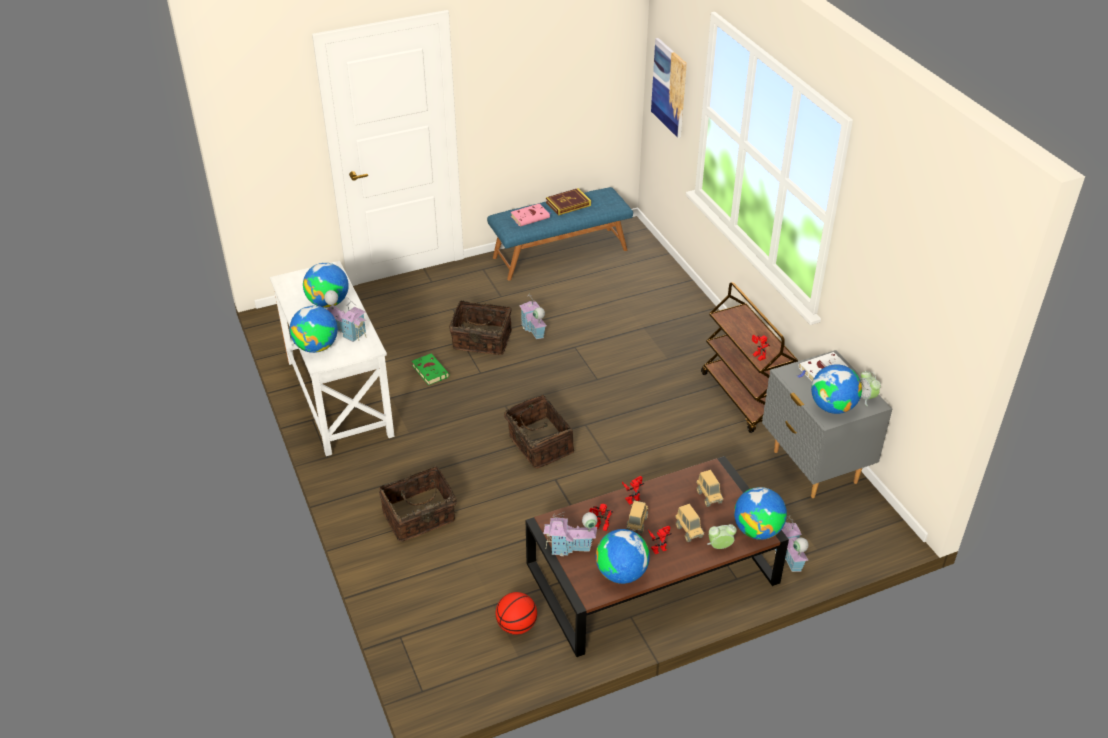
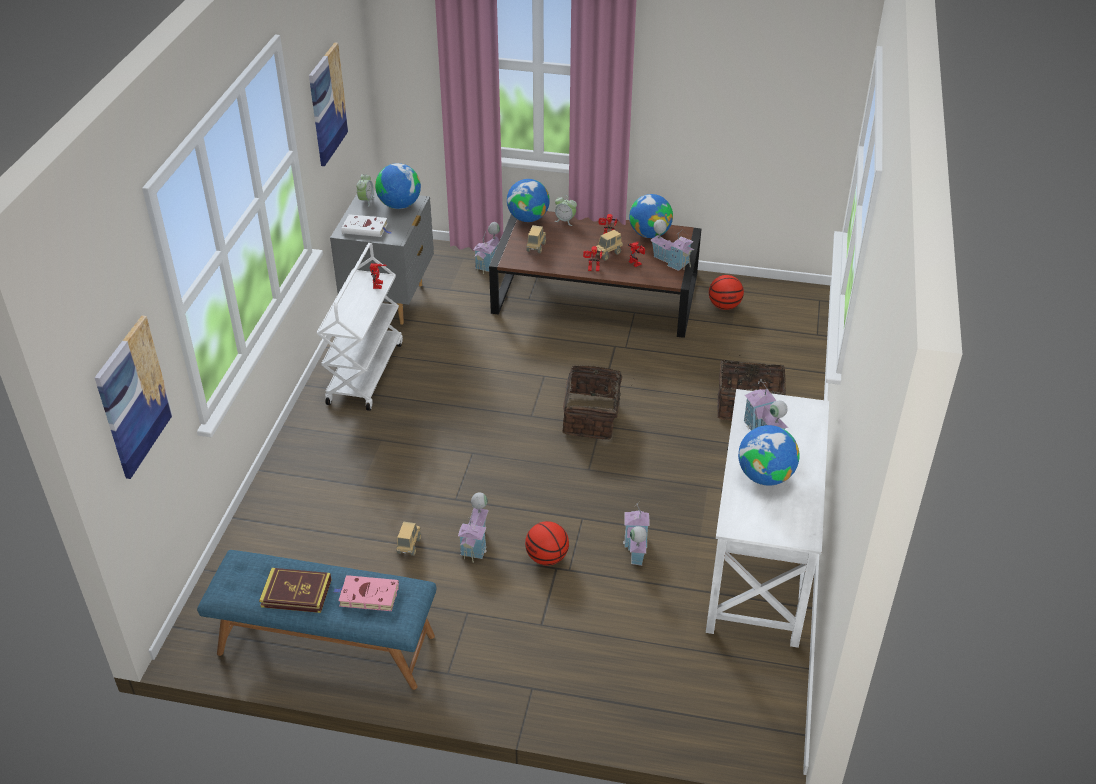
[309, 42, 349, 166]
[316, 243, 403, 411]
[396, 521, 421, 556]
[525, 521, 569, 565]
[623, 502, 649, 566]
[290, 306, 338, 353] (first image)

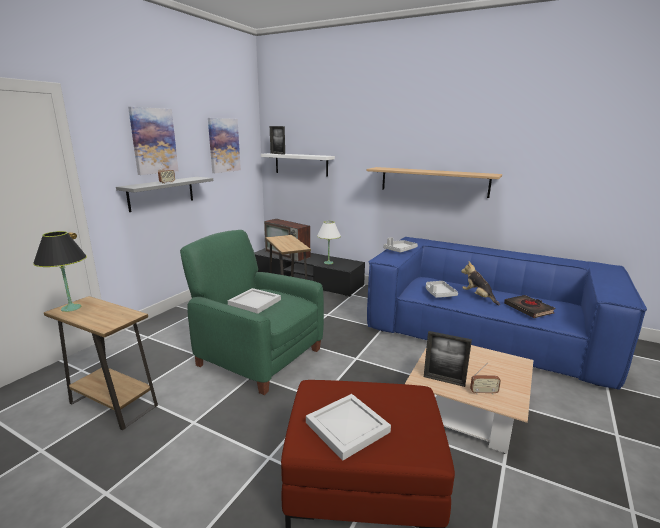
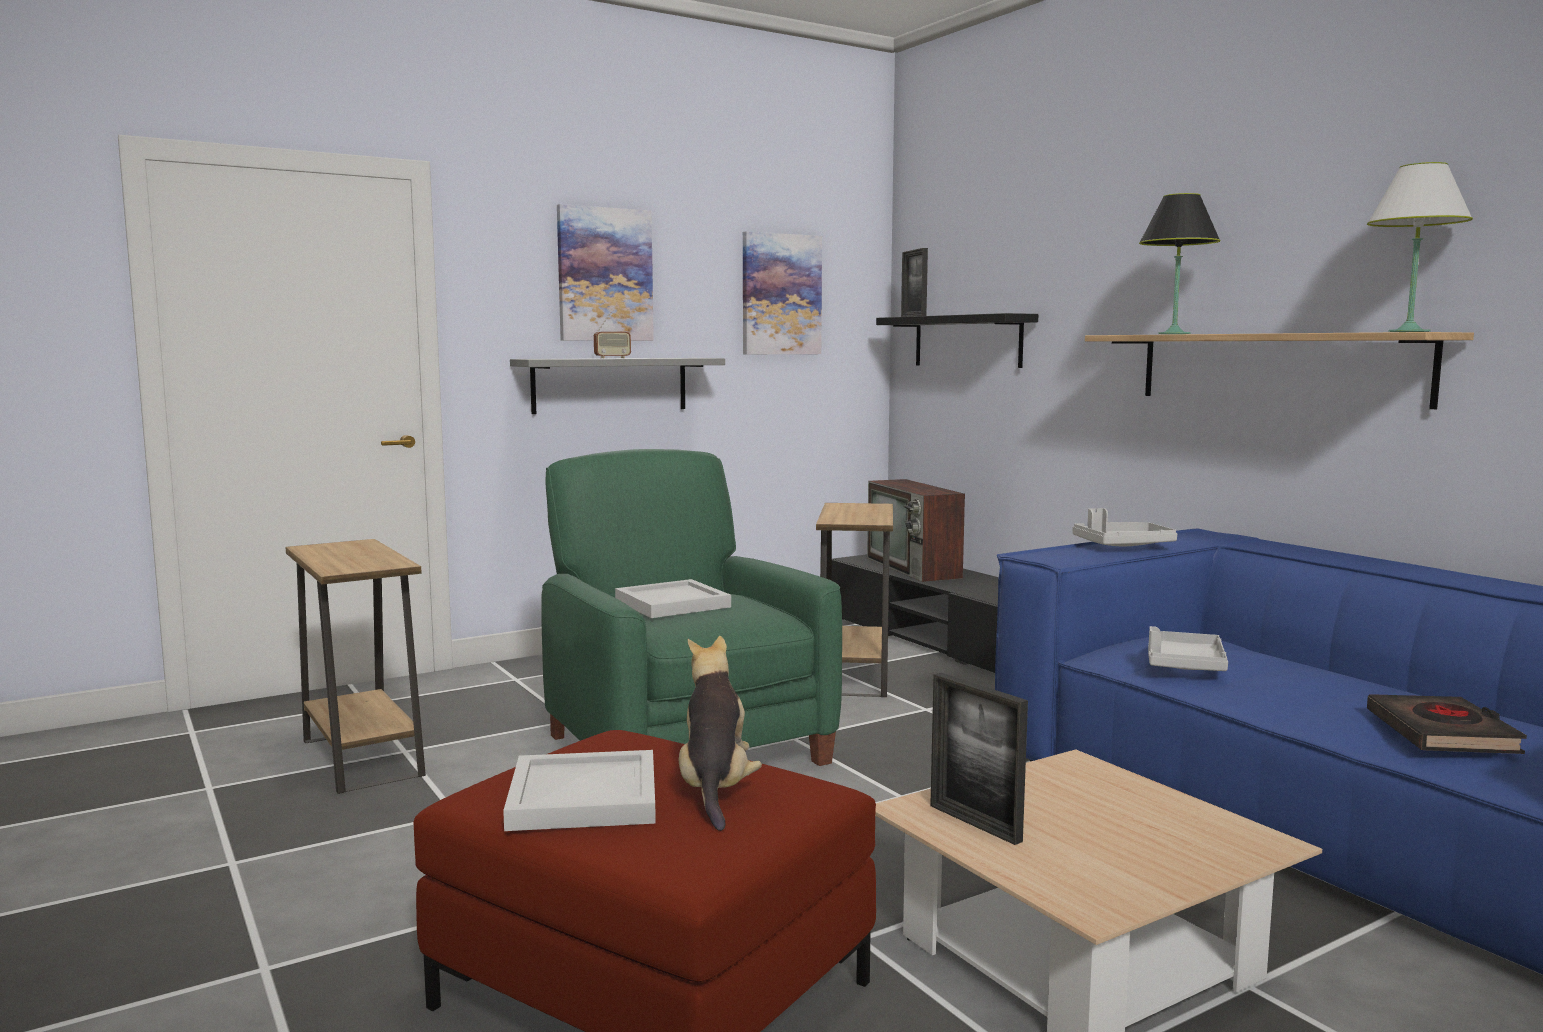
[679, 636, 762, 831]
[876, 313, 1038, 368]
[1139, 193, 1221, 334]
[1367, 162, 1473, 332]
[470, 363, 501, 395] (first image)

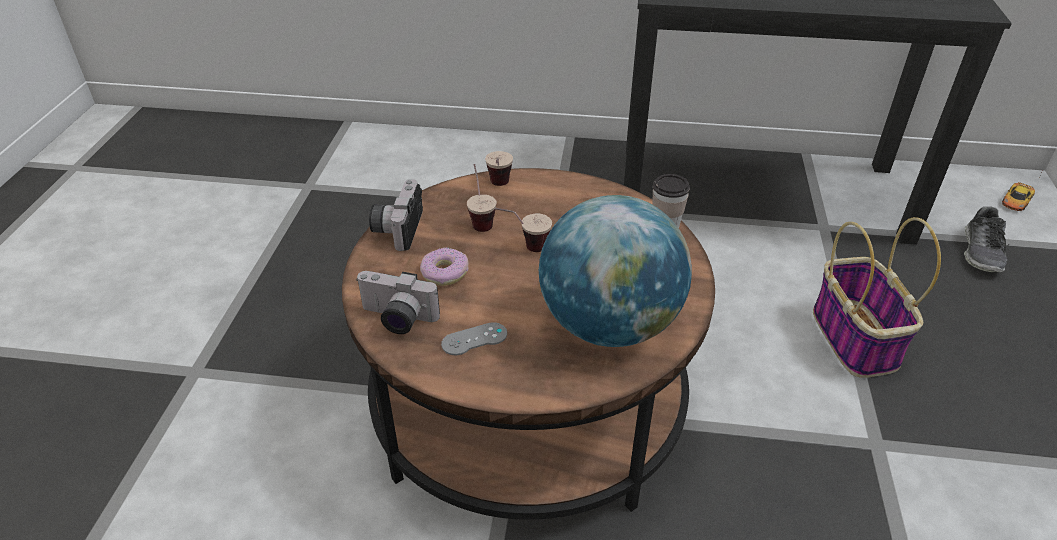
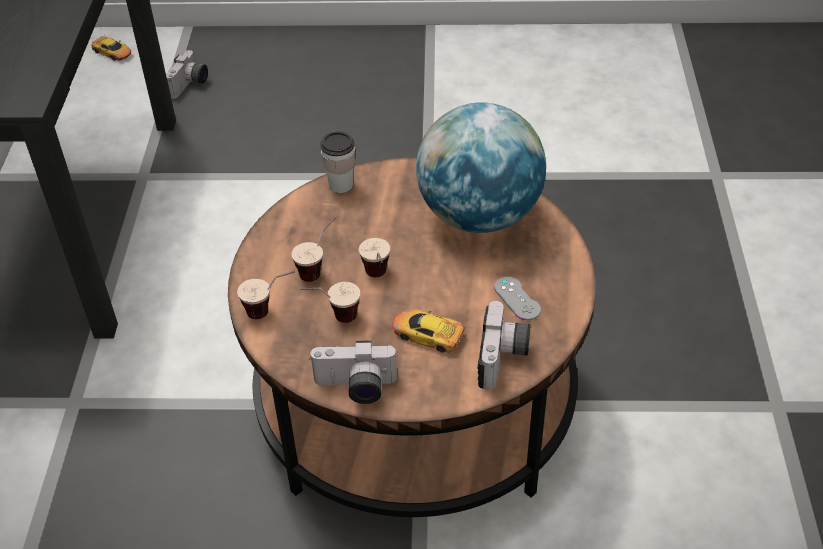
[166, 50, 208, 99]
[291, 216, 337, 282]
[393, 309, 465, 353]
[813, 217, 941, 378] (first image)

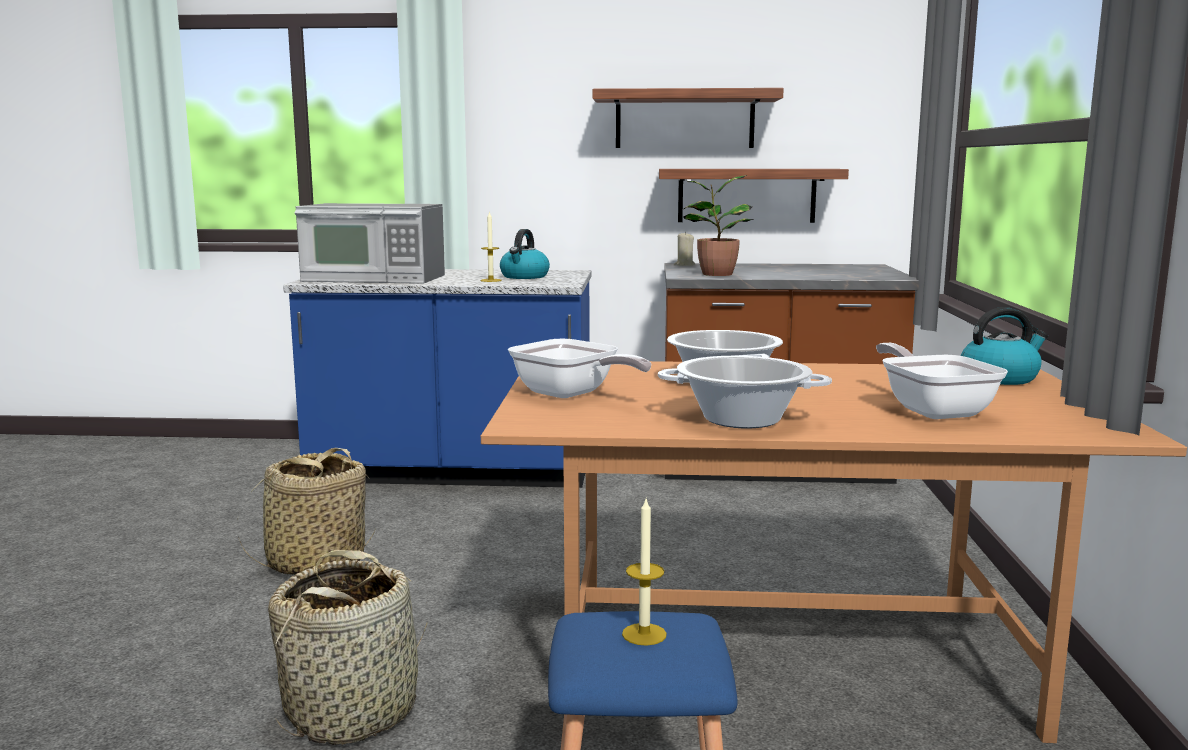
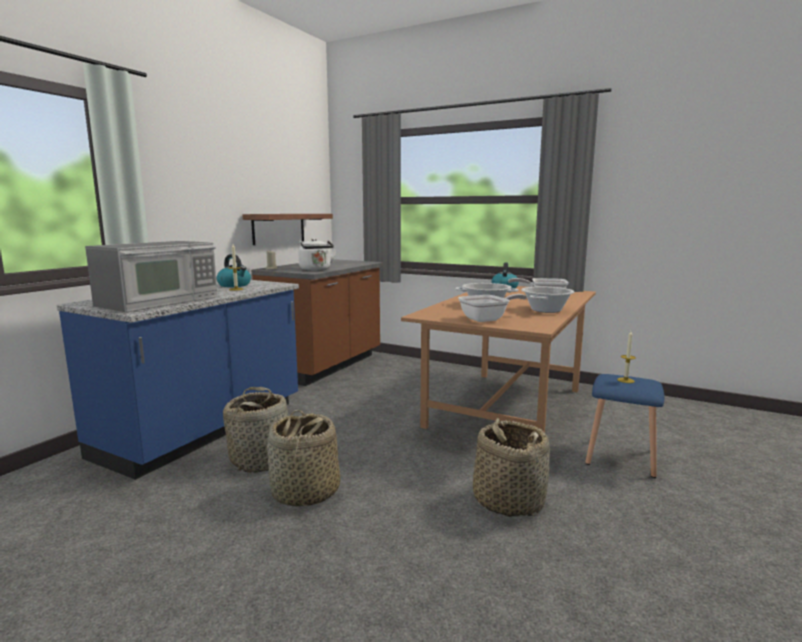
[223, 387, 288, 473]
[298, 239, 336, 271]
[592, 88, 784, 148] (first image)

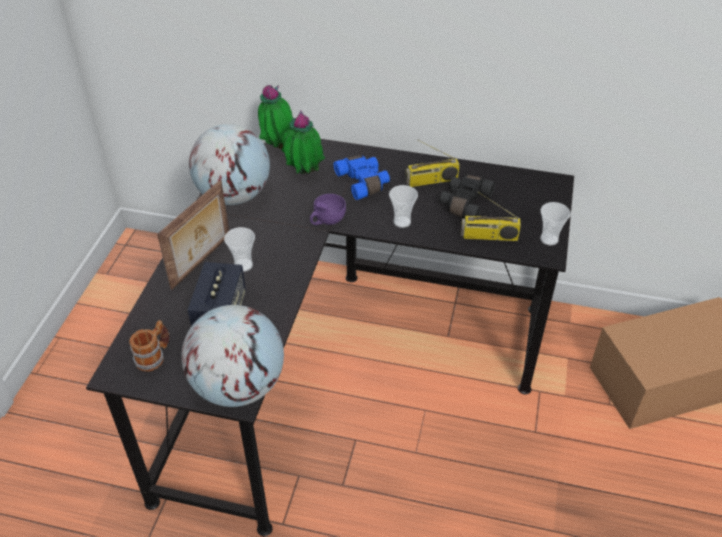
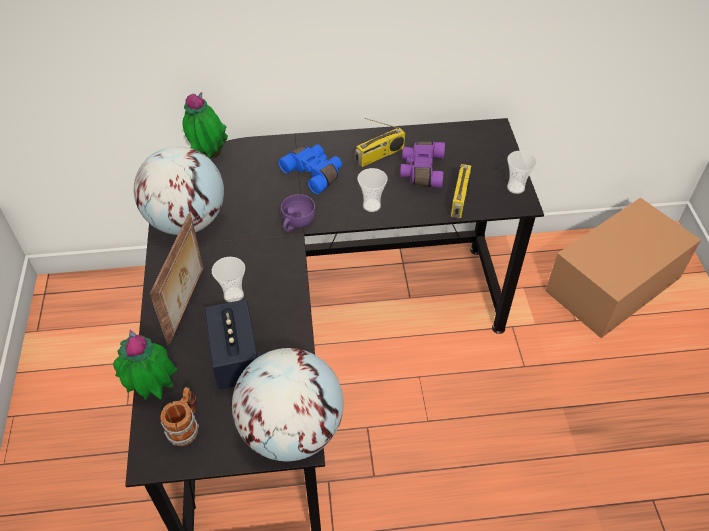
[113, 330, 178, 400]
[400, 141, 445, 188]
[451, 164, 471, 219]

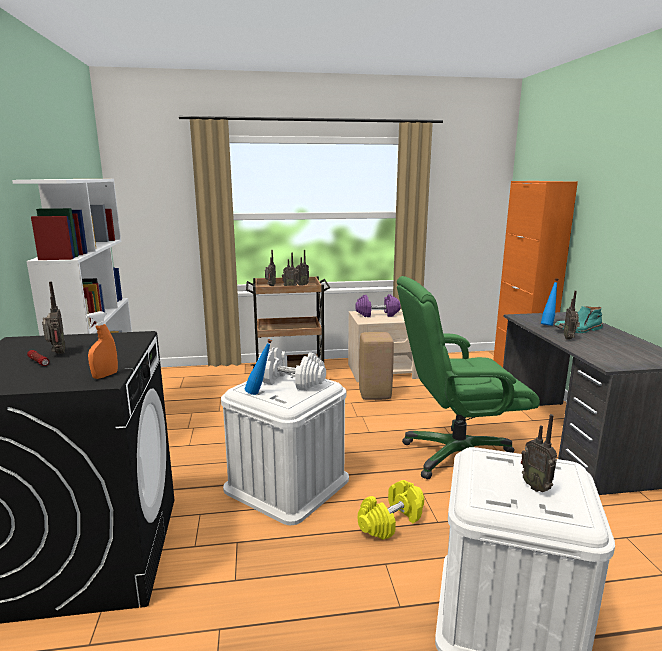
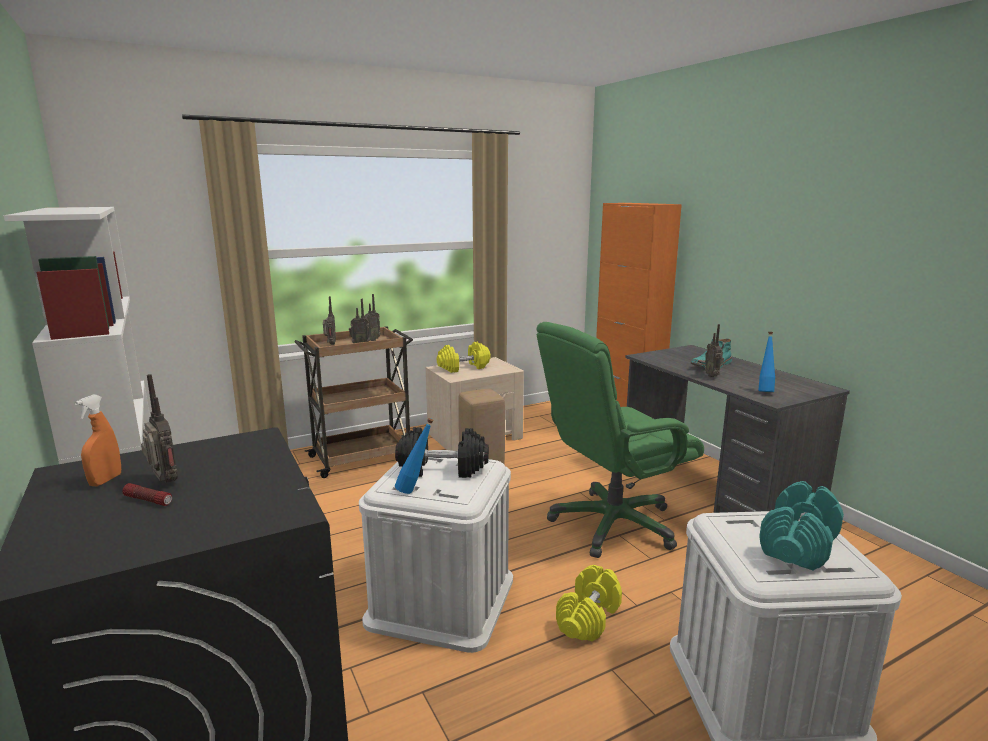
[75, 394, 121, 486]
[395, 427, 489, 478]
[437, 342, 491, 373]
[758, 332, 775, 392]
[759, 481, 844, 571]

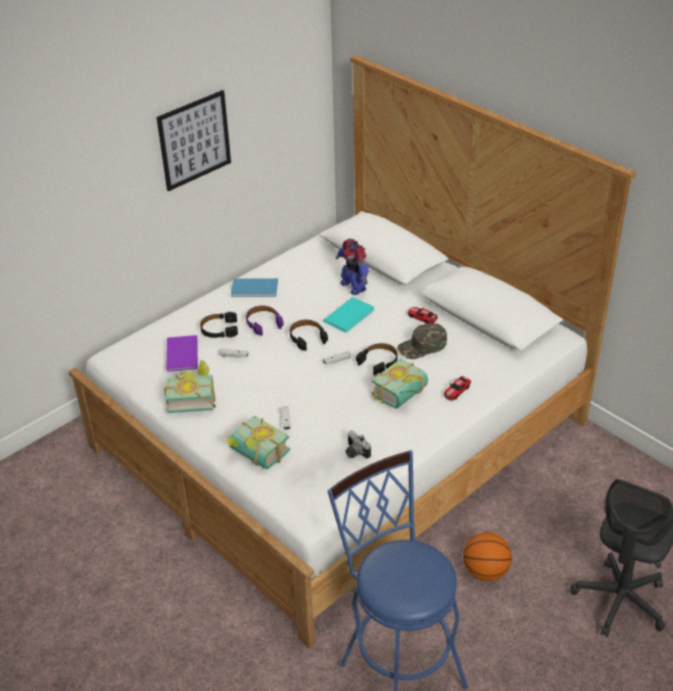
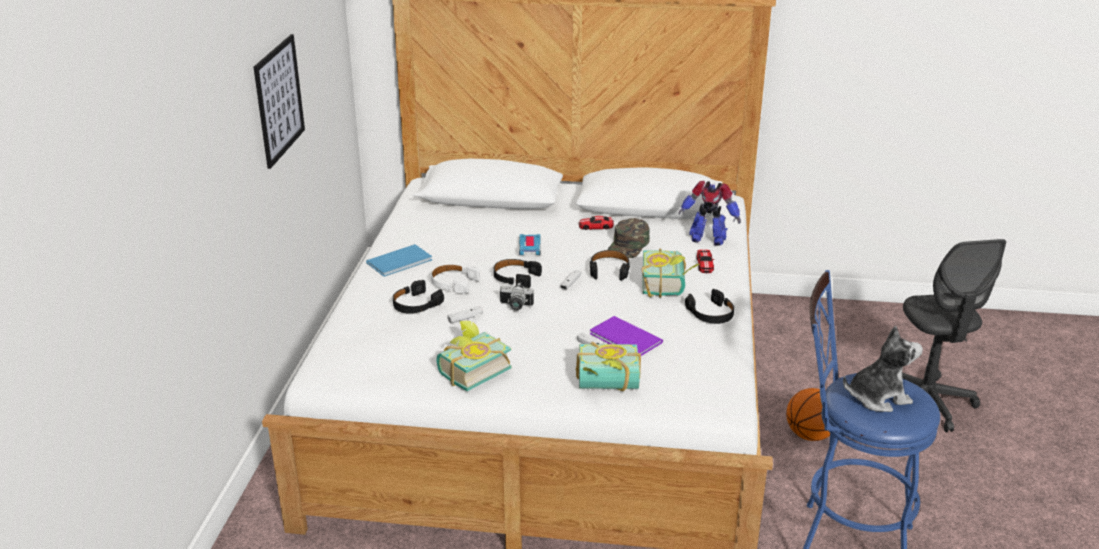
[431, 264, 480, 294]
[500, 282, 534, 311]
[519, 234, 541, 255]
[590, 316, 663, 356]
[678, 181, 741, 246]
[685, 289, 734, 324]
[843, 326, 923, 412]

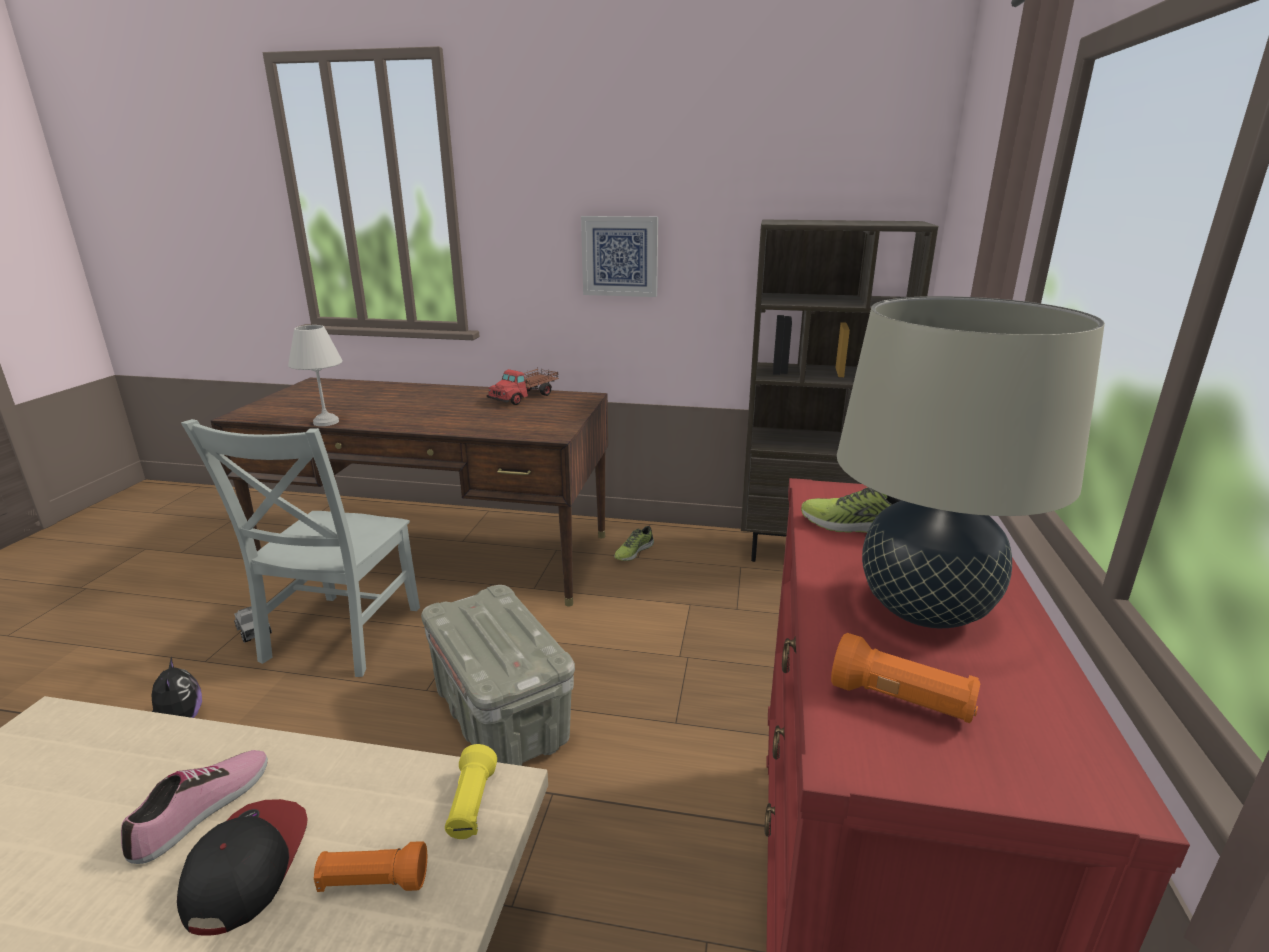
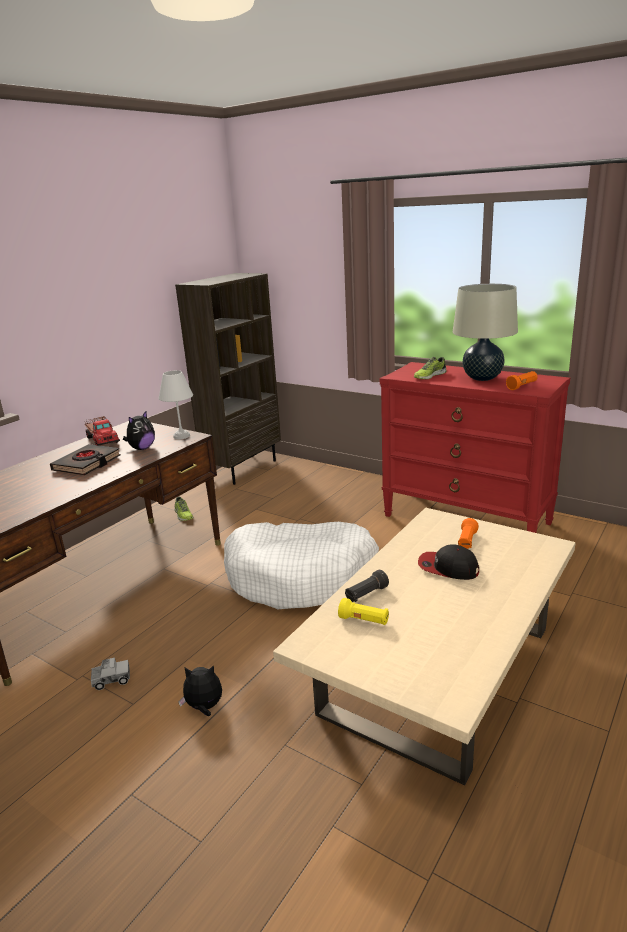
[50, 444, 121, 475]
[123, 411, 155, 450]
[158, 370, 193, 439]
[224, 522, 379, 609]
[338, 598, 389, 625]
[345, 570, 389, 602]
[121, 750, 268, 864] (first image)
[181, 419, 420, 677] (first image)
[581, 216, 658, 297] (first image)

